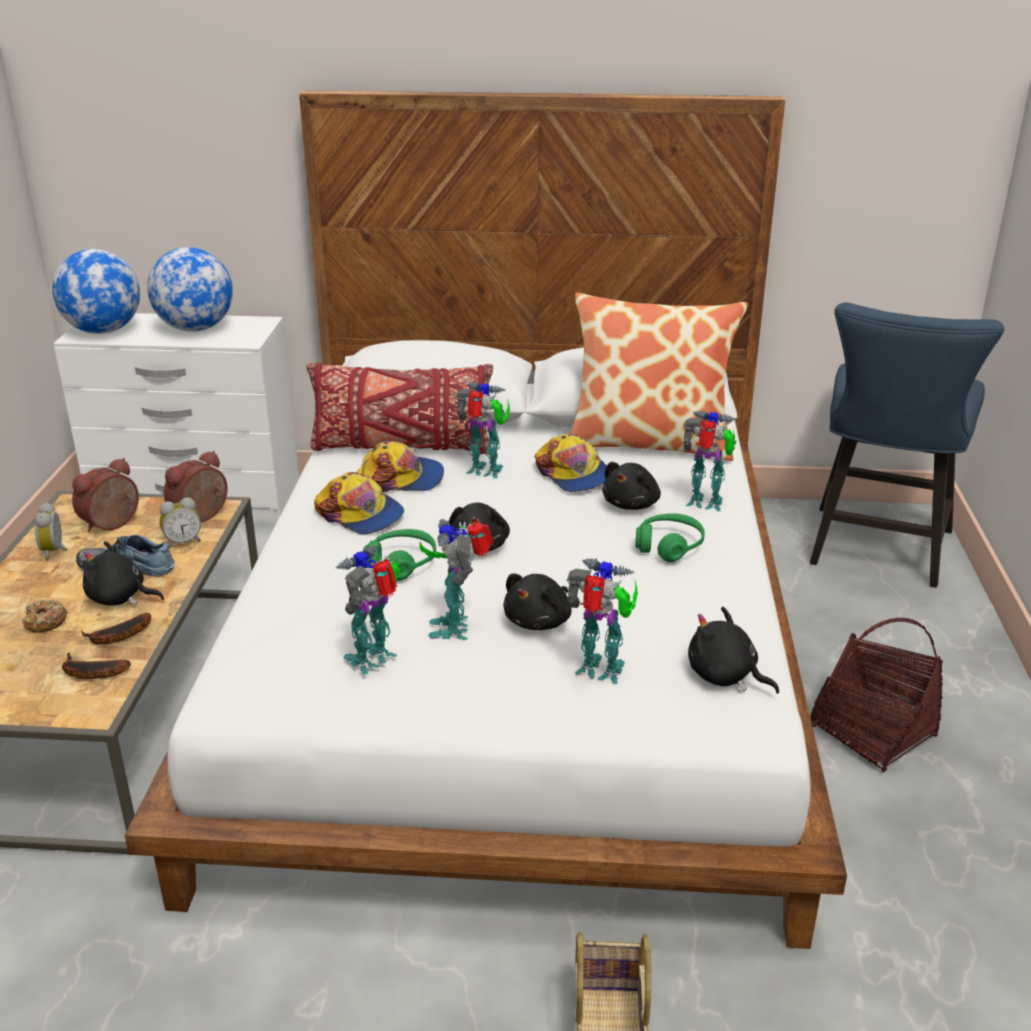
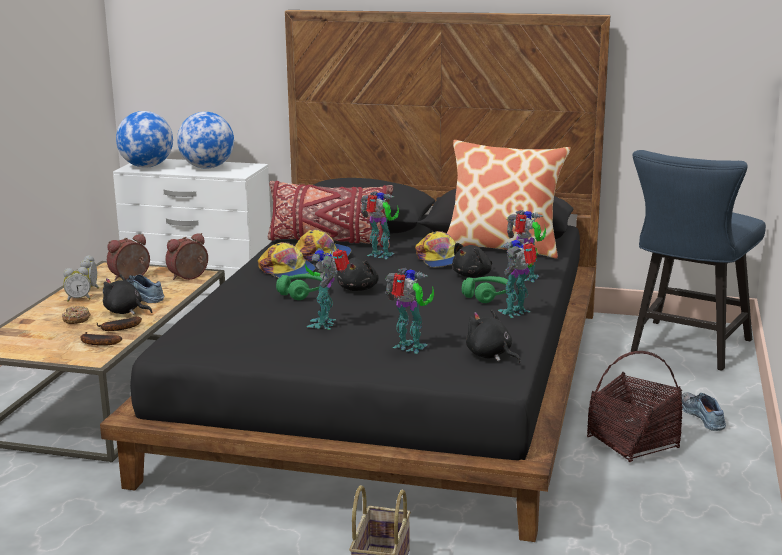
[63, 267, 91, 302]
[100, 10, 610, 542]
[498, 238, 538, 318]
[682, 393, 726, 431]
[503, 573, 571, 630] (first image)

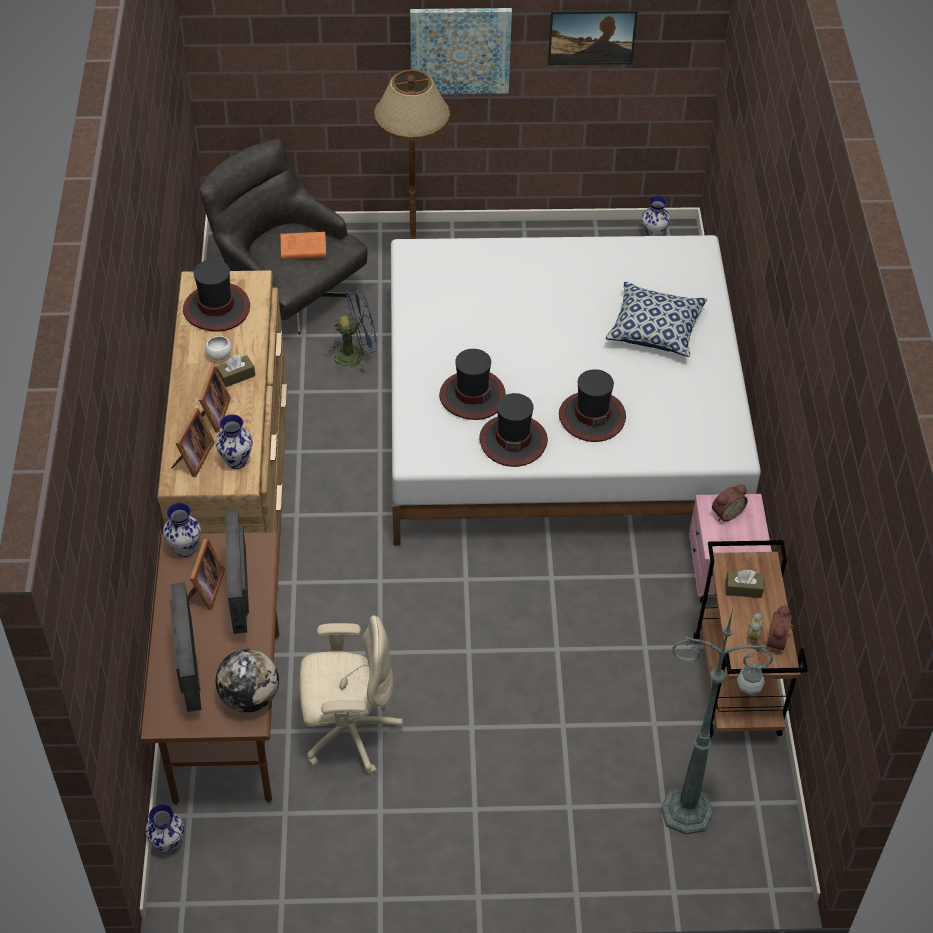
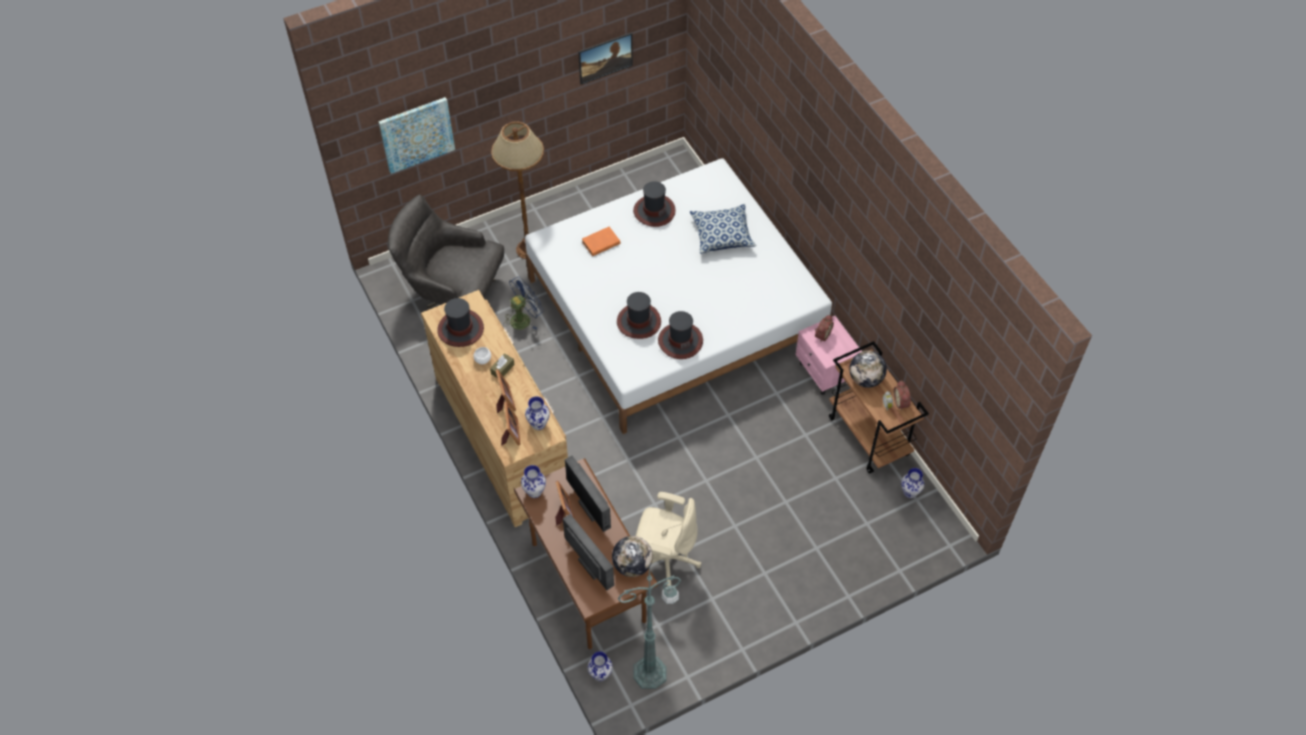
[378, 97, 455, 174]
[582, 227, 620, 256]
[618, 566, 681, 689]
[633, 181, 676, 227]
[636, 492, 701, 586]
[849, 351, 887, 388]
[901, 468, 924, 498]

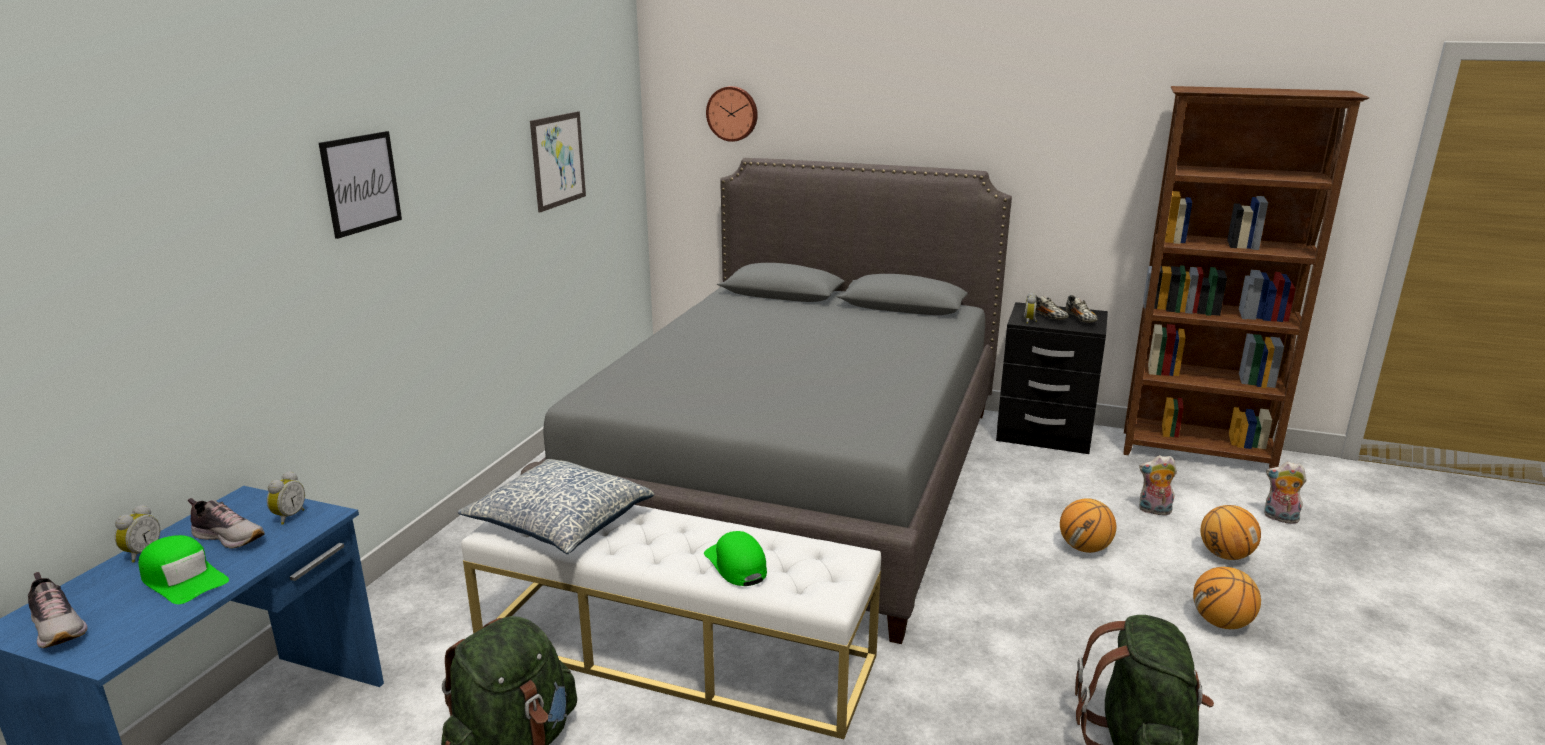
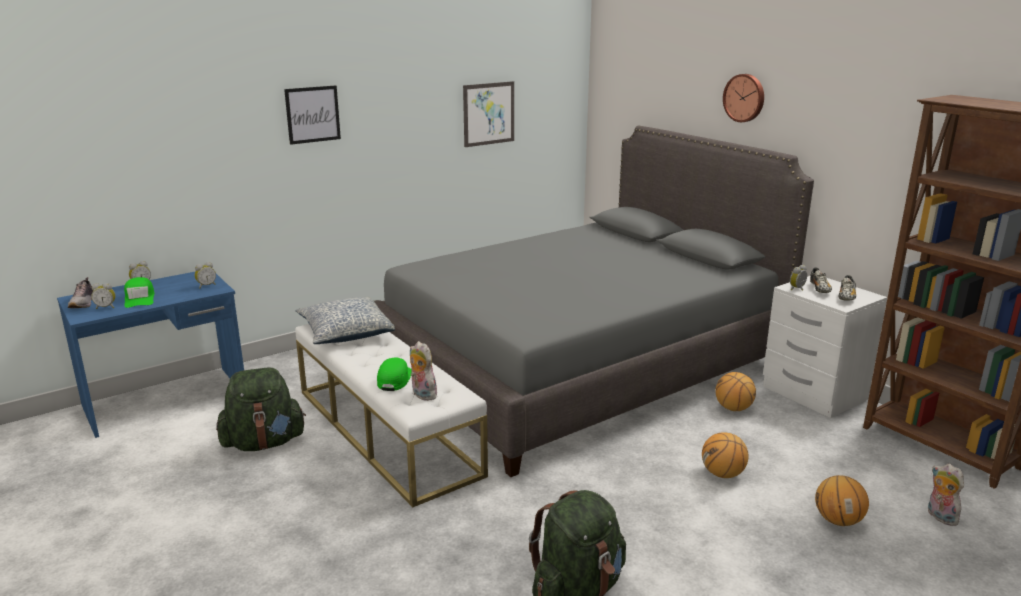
[91, 283, 116, 309]
[410, 341, 437, 401]
[715, 372, 756, 411]
[723, 74, 764, 122]
[763, 276, 887, 418]
[188, 498, 265, 549] (first image)

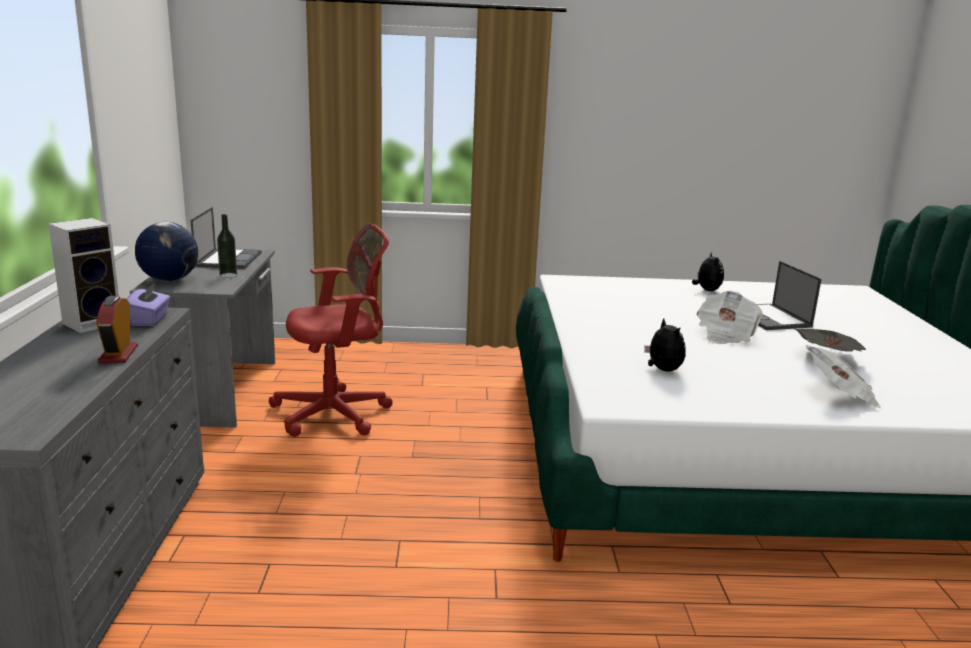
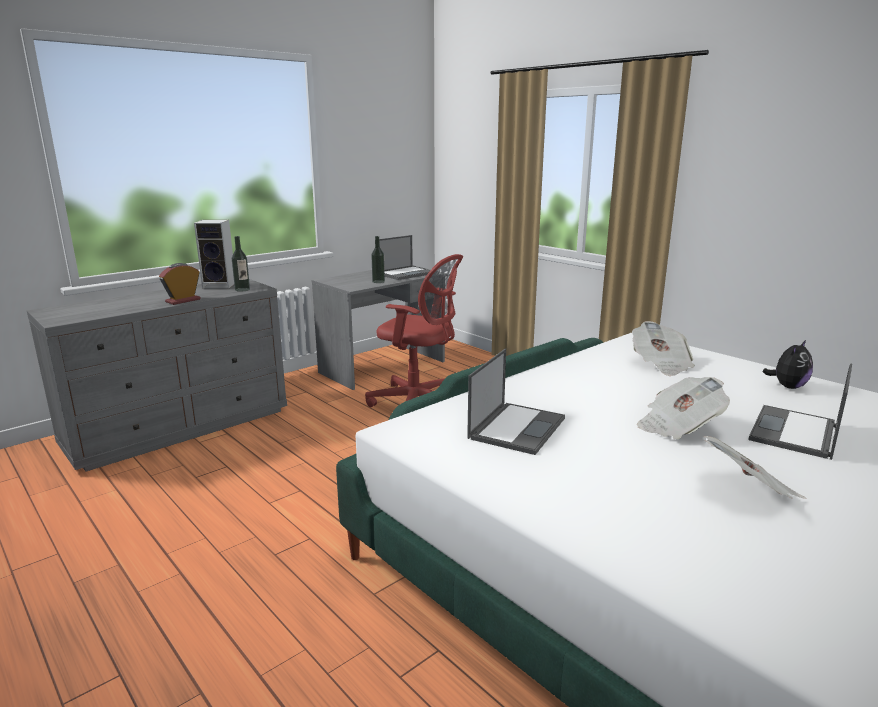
[232, 236, 250, 292]
[467, 348, 565, 455]
[632, 321, 695, 376]
[135, 222, 198, 281] (first image)

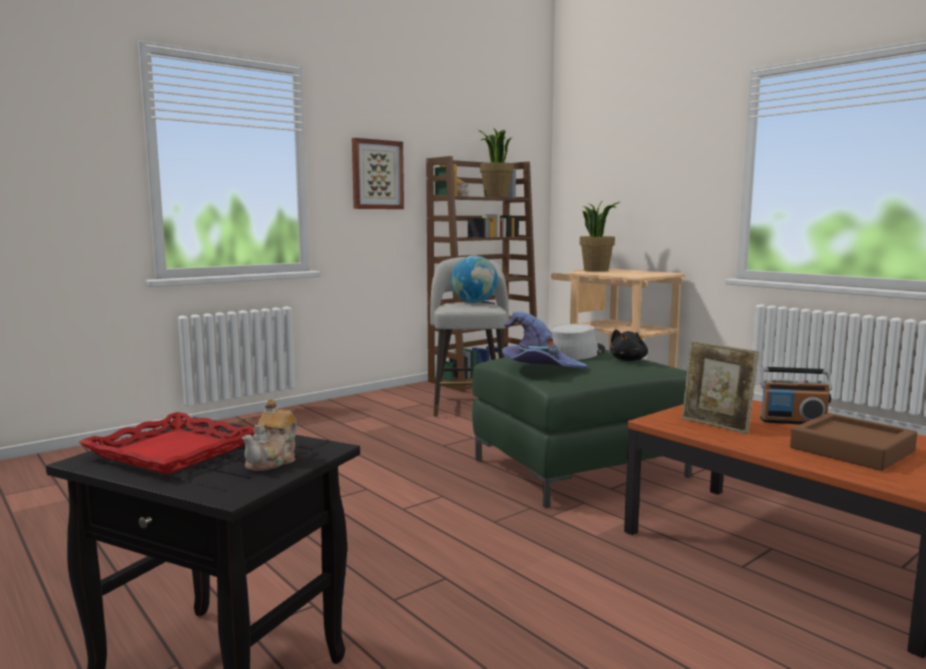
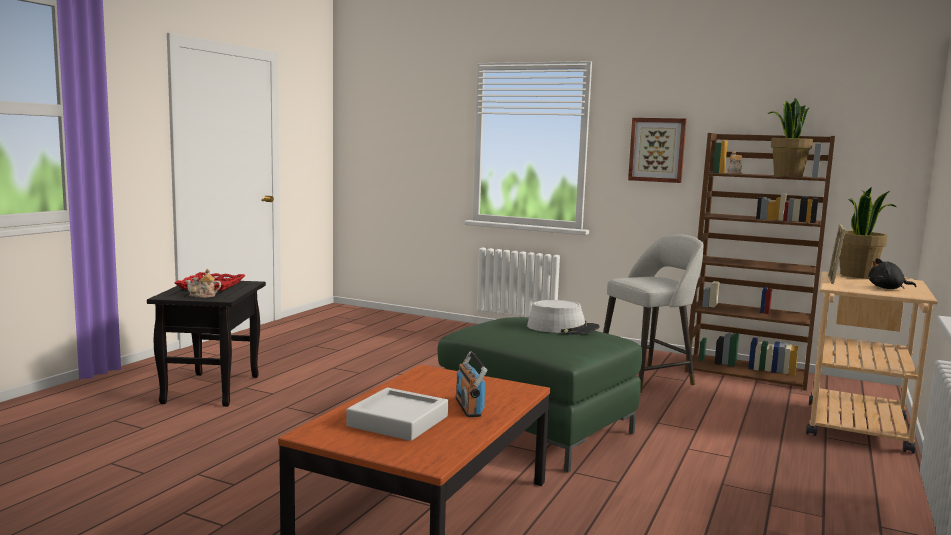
[346, 387, 448, 441]
[828, 224, 845, 284]
[869, 258, 916, 289]
[451, 255, 498, 303] (first image)
[502, 311, 588, 369] (first image)

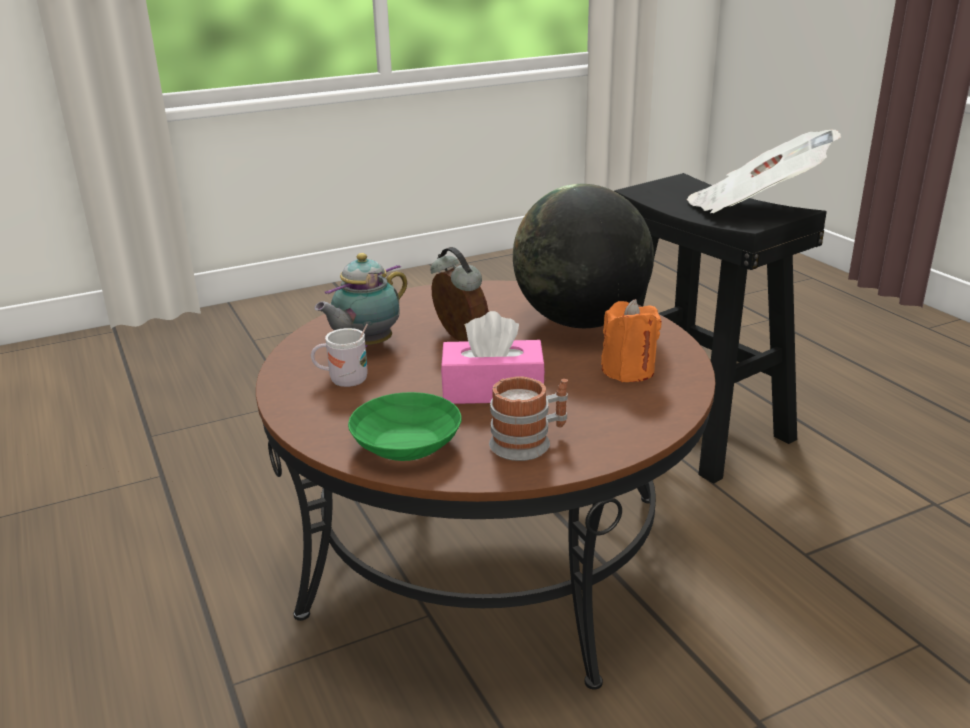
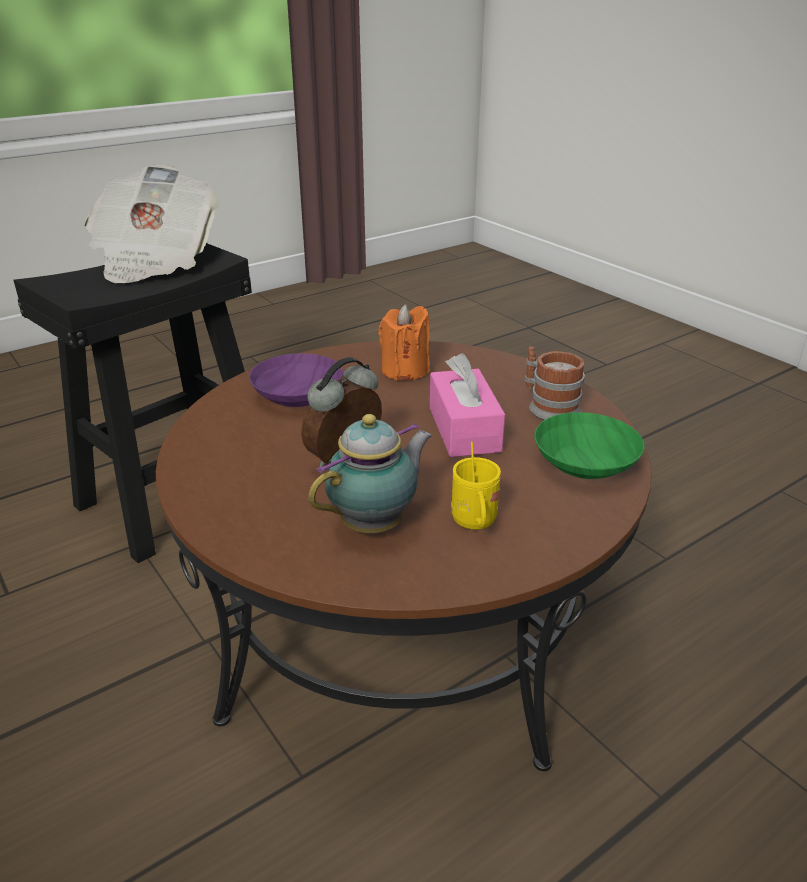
[249, 353, 343, 407]
[308, 414, 432, 533]
[451, 442, 501, 530]

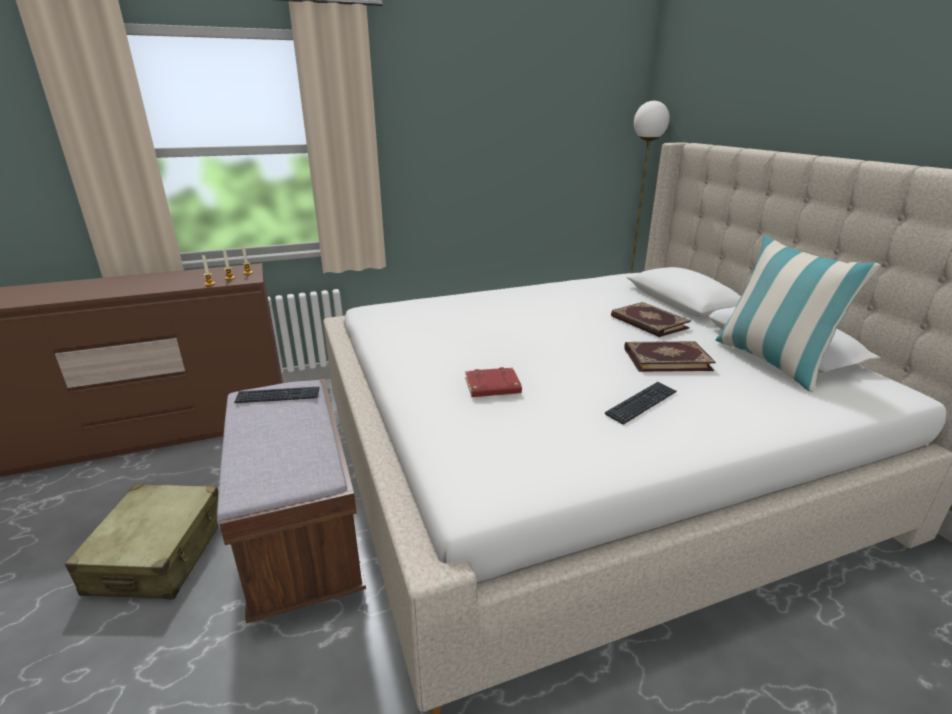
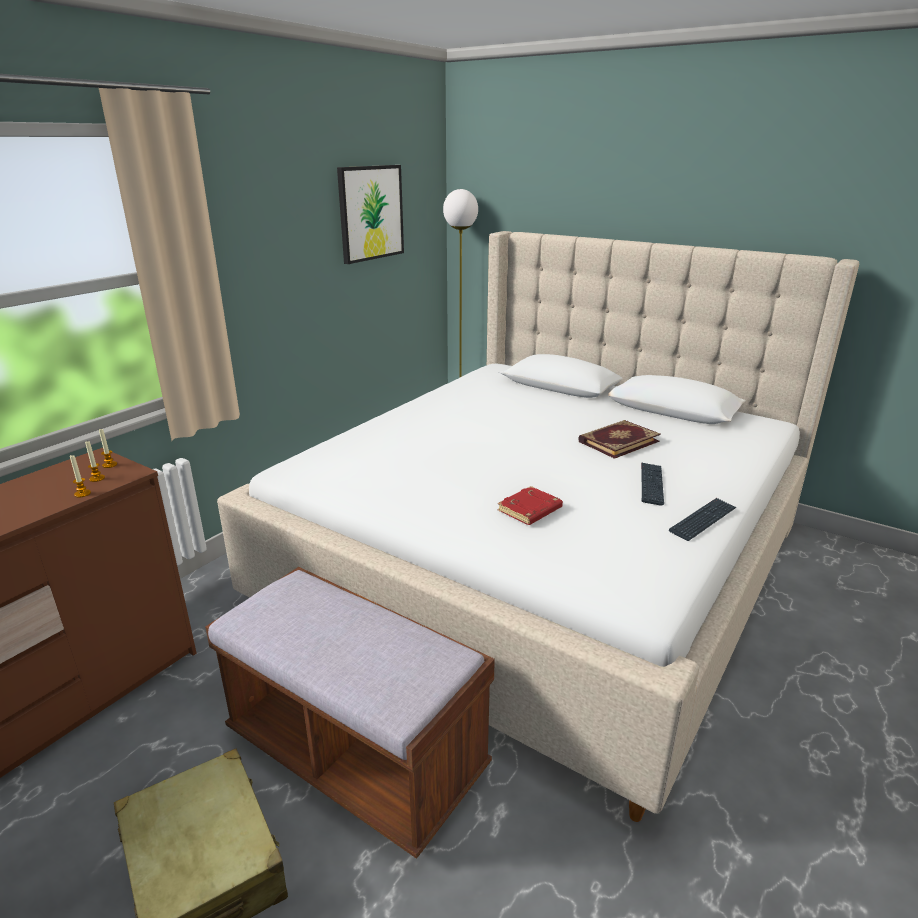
[337, 165, 404, 264]
[669, 498, 737, 541]
[611, 302, 691, 337] (first image)
[715, 235, 880, 392] (first image)

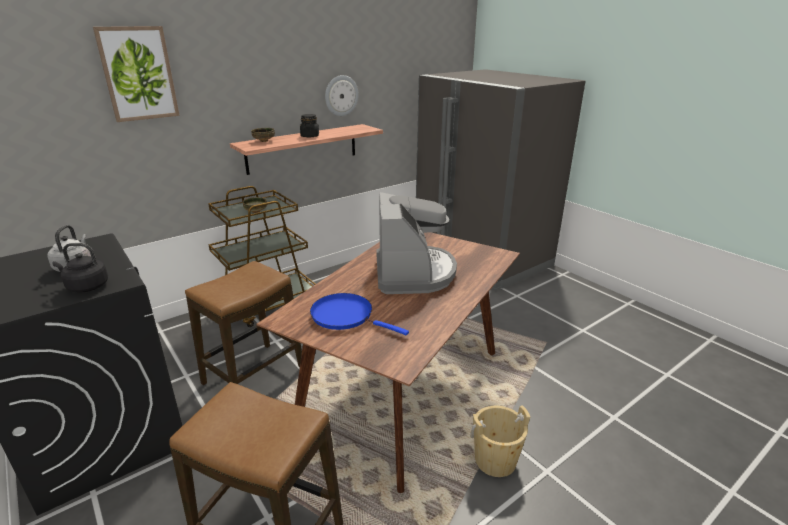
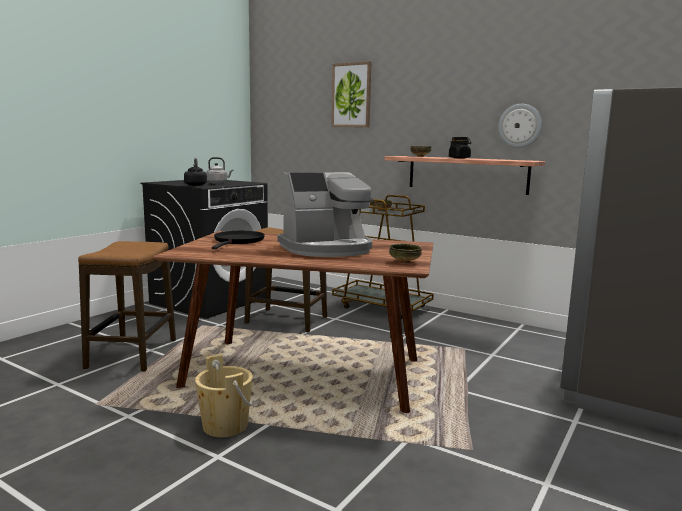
[212, 231, 265, 249]
[389, 244, 422, 263]

